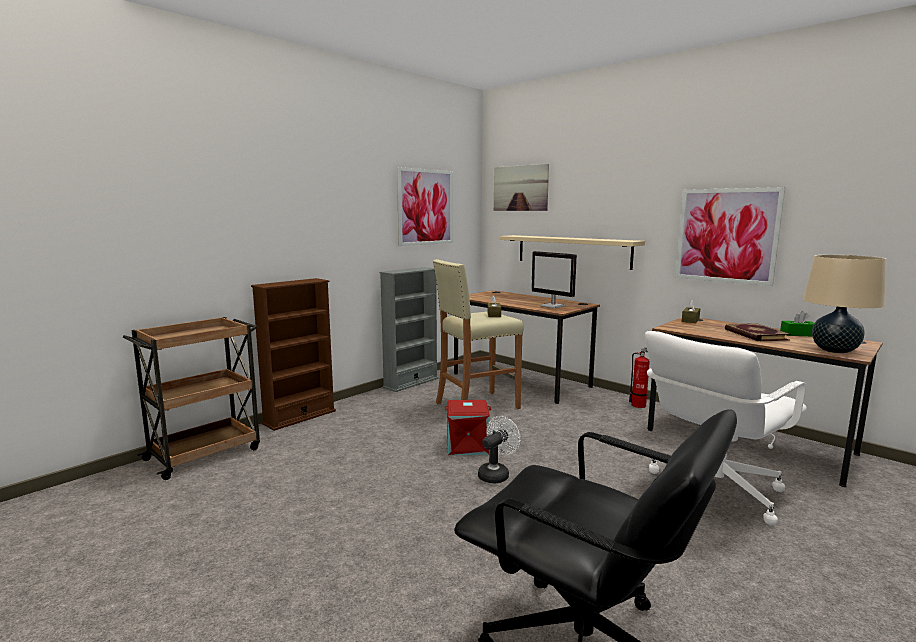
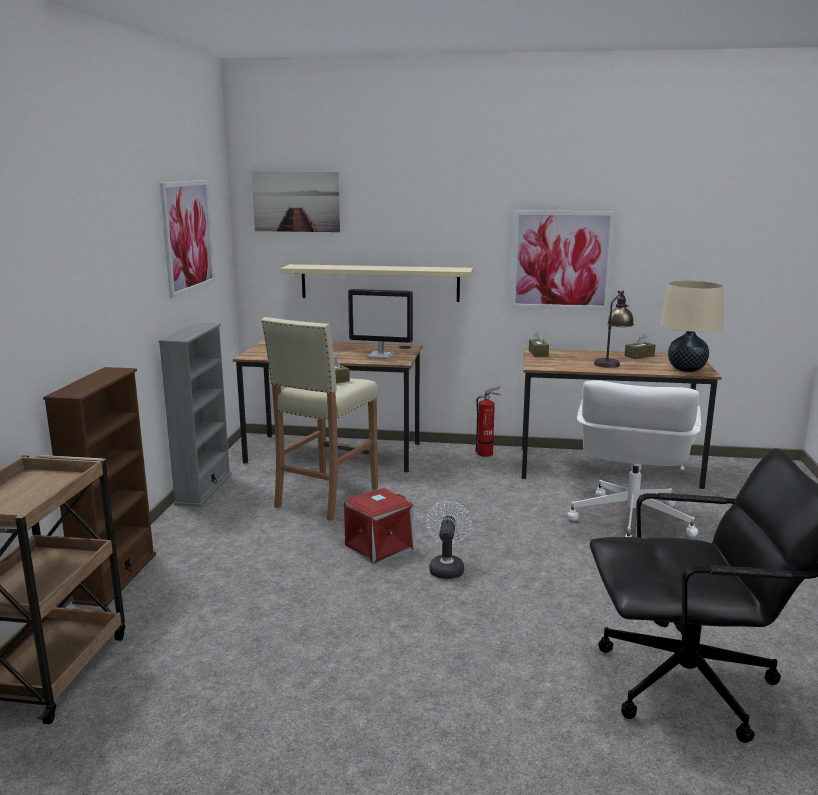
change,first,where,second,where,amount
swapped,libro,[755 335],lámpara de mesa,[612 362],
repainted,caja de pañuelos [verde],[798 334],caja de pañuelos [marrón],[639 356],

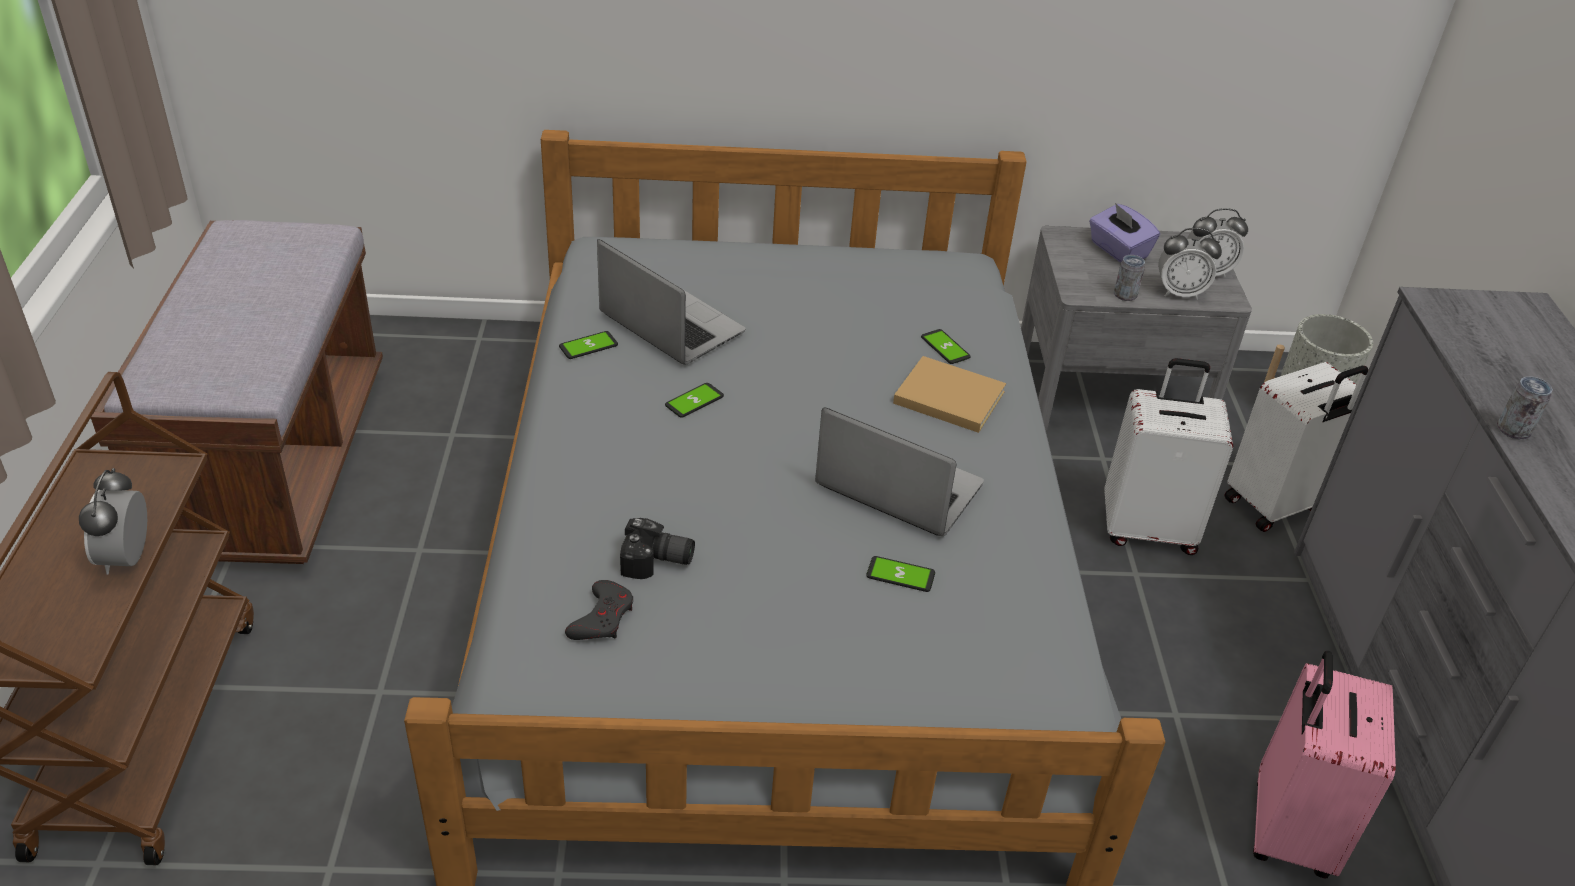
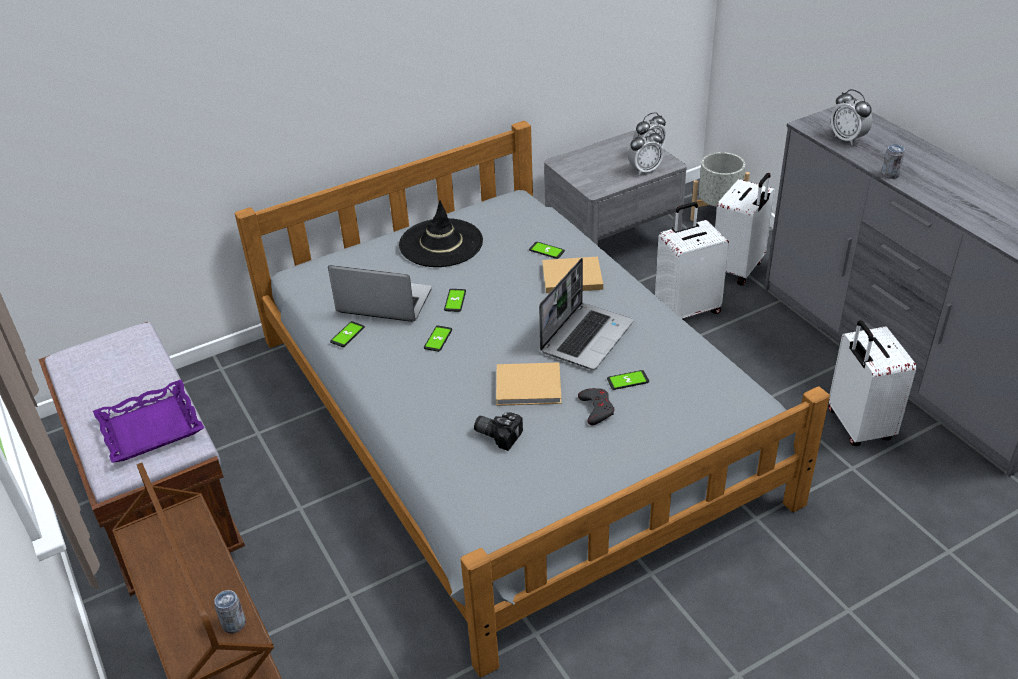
change,first,where,second,where,amount
gone,caja de pañuelos [morado],[1118 250],,,
new,,,bandeja [morado],[151 427],
new,,,sombrero [negro],[441 243],
new,,,móvil,[455 301],
new,,,libro [beis],[530 386],
shifted,despertador,[127 558],,[847 139],
shifted,mando de consola [gris],[602 618],,[596 409],
shifted,lata,[1125 295],,[234 624],
repainted,maleta [rosa],[1287 829],maleta [blanco],[857 426],
rotated,cámara,[657 563],,[499 434],135 degrees counterclockwise
rotated,portátil,[896 487],,[586 337],120 degrees clockwise

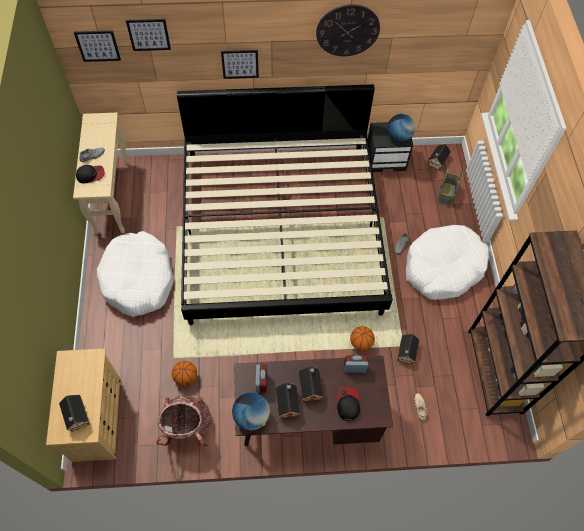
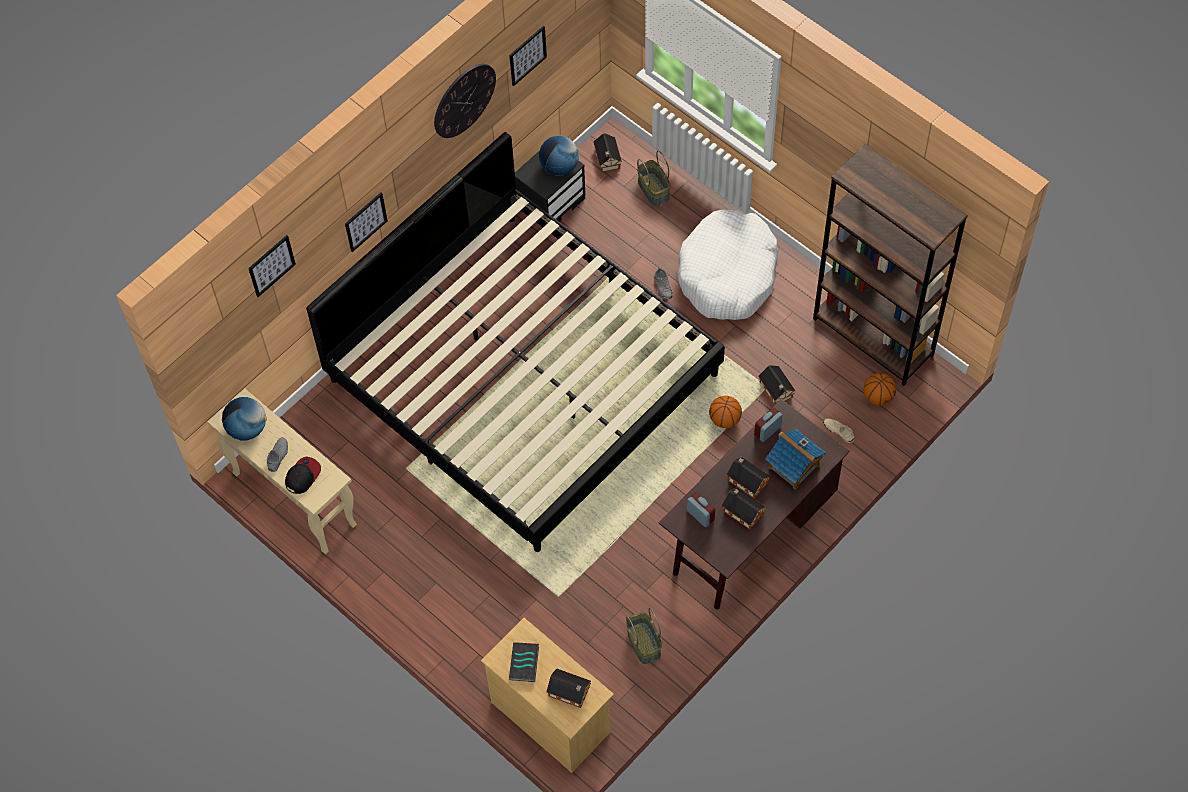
change,first,where,second,where,amount
gone,cama para perro [blanco],[138 279],,,
new,,,libro,[525 664],
shifted,cuadro,[98 46],,[527 55],
shifted,balón de baloncesto,[185 377],,[878 397],
shifted,globo terráqueo,[251 416],,[247 428],
swapped,mochila,[187 426],cesta,[644 643],
swapped,gorra,[348 404],casita,[793 466],

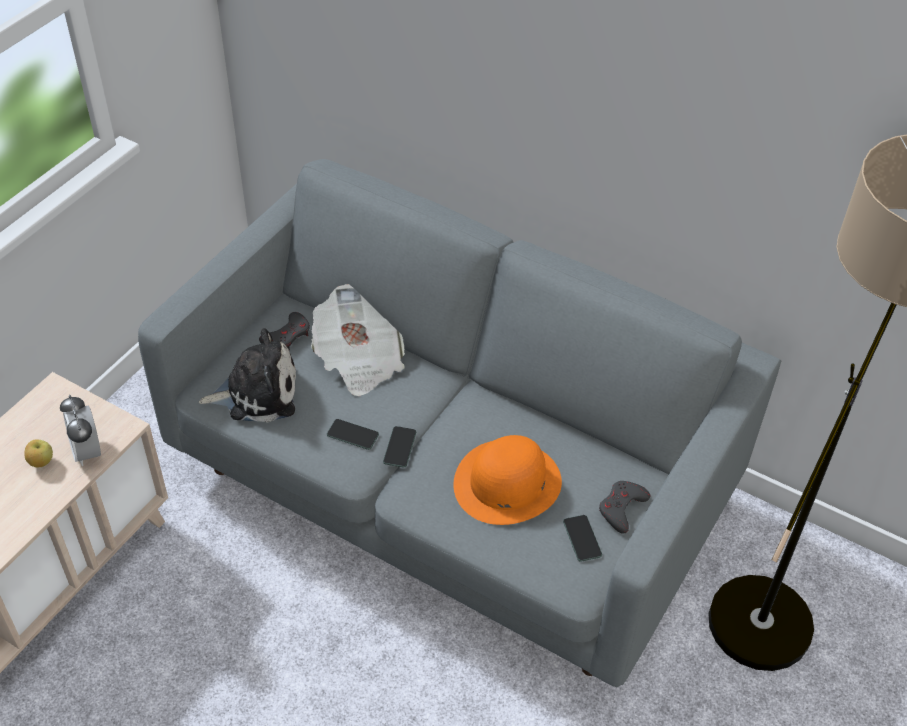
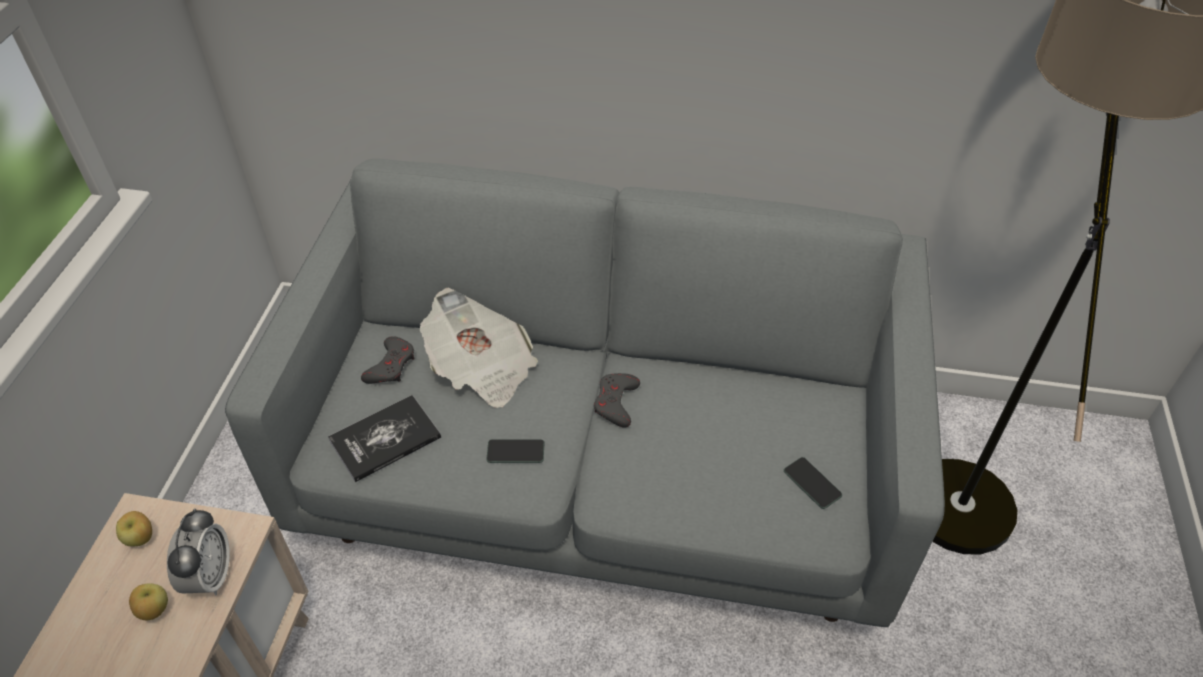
change,first,where,second,where,amount
gone,móvil,[399 447],,,
gone,sombrero [naranja],[507 483],,,
new,,,manzana,[141 538],
shifted,mando de consola [gris],[621 508],,[616 402],
swapped,peluche,[257 393],libro,[385 439],
rotated,despertador,[87 452],,[210 577],135 degrees counterclockwise

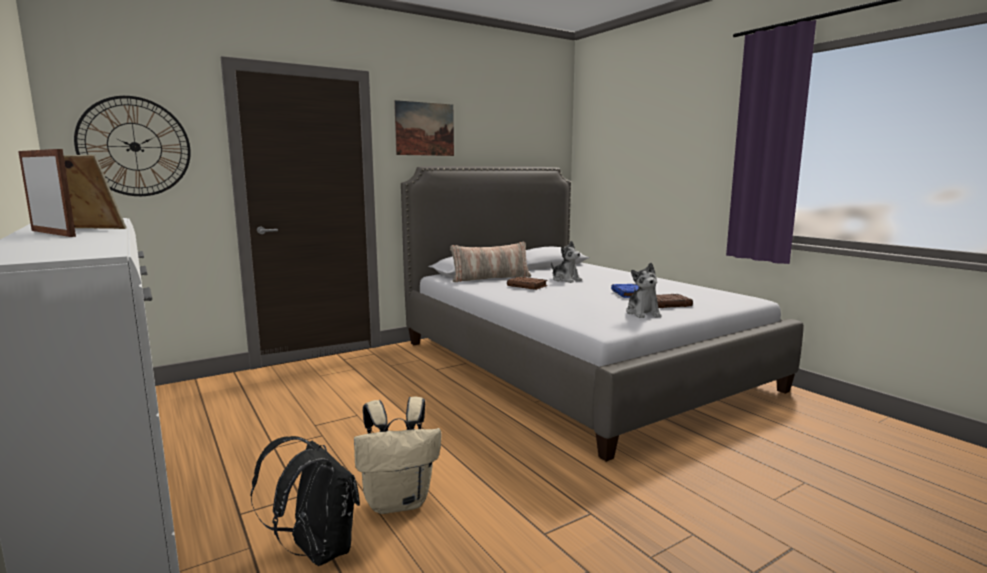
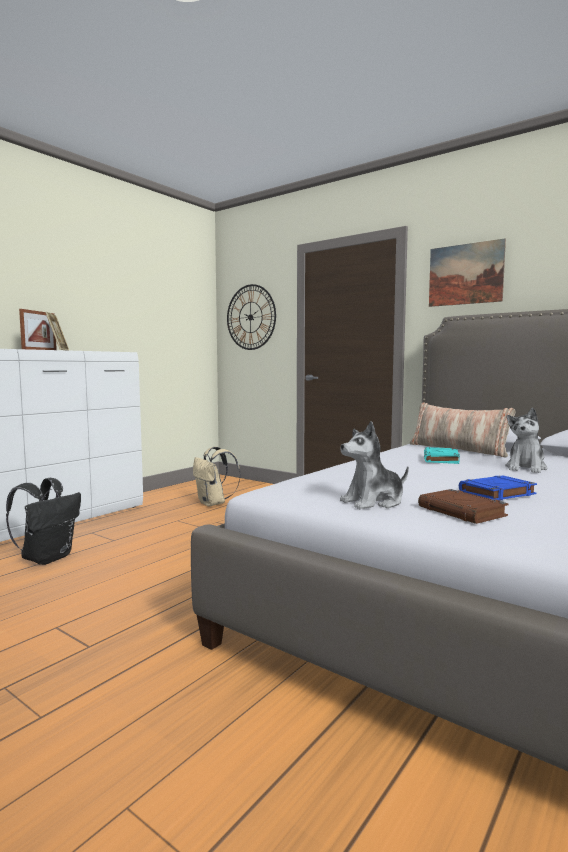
change,first,where,second,where,amount
shifted,mochila [beis],[399 501],,[213 503],
repainted,libro [marrón],[527 286],libro [turquesa],[441 459],

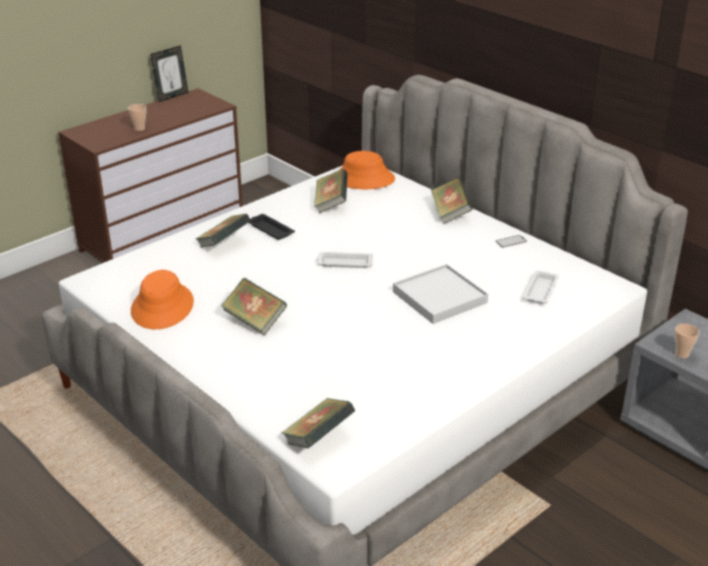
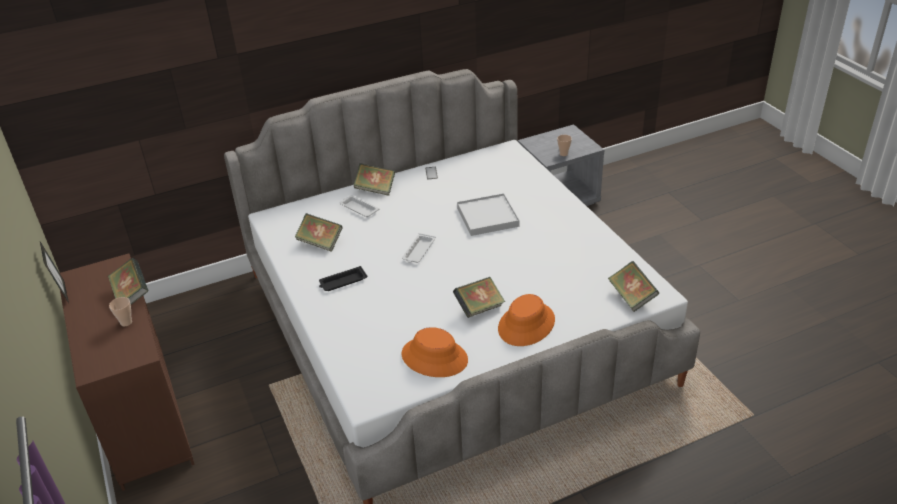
change,first,where,second,where,amount
shifted,libro,[224 244],,[132 295],
shifted,sombrero [naranja],[364 179],,[526 325],
shifted,bandeja [blanco],[540 290],,[358 208],

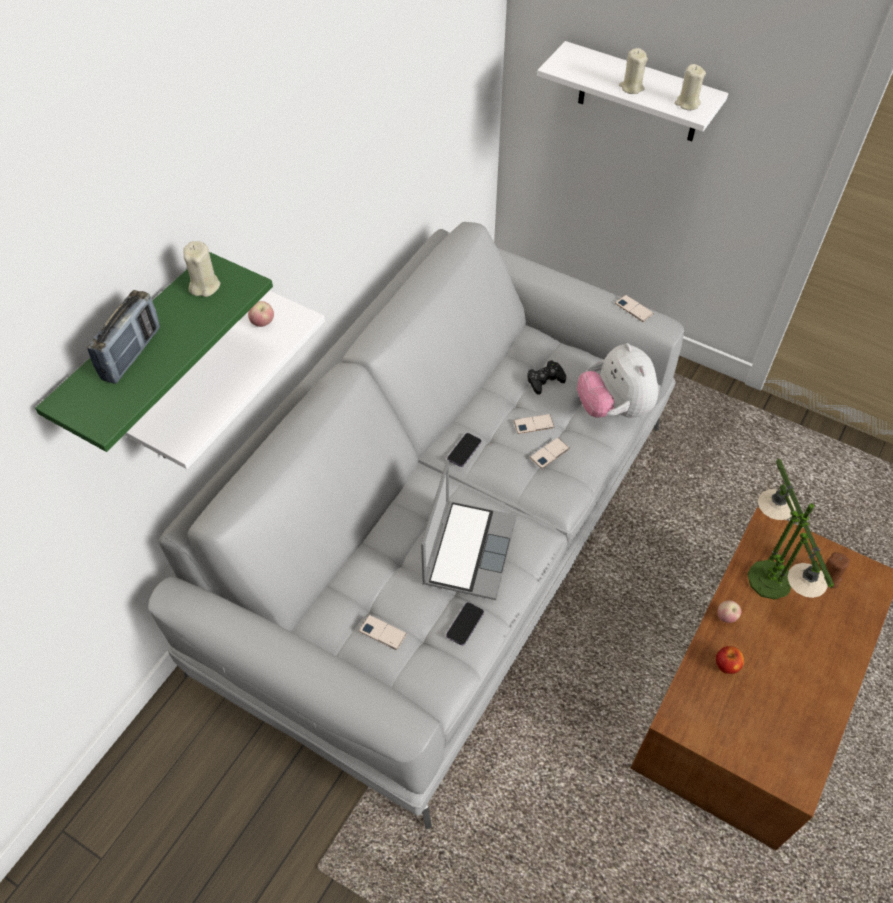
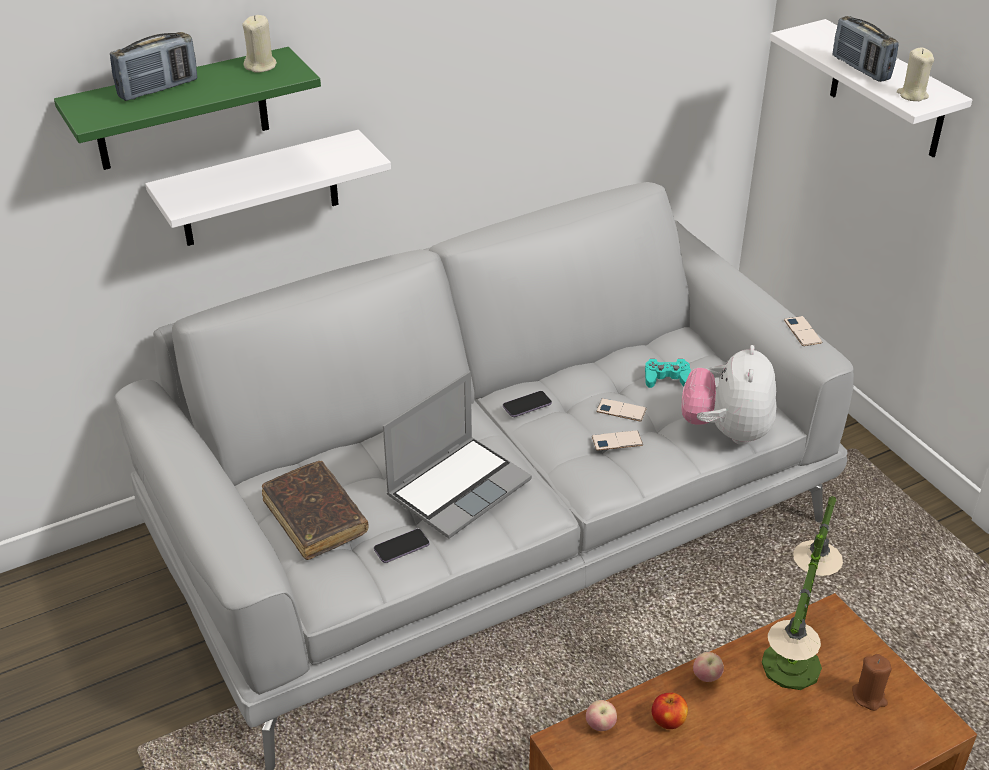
change,first,where,second,where,amount
shifted,manzana,[263 323],,[600 726],
swapped,móvil,[382 632],libro [marrón],[315 518],
swapped,vela [beis],[631 87],radio,[860 68],
repainted,mando de consola [negro],[545 380],mando de consola [turquesa],[666 378],

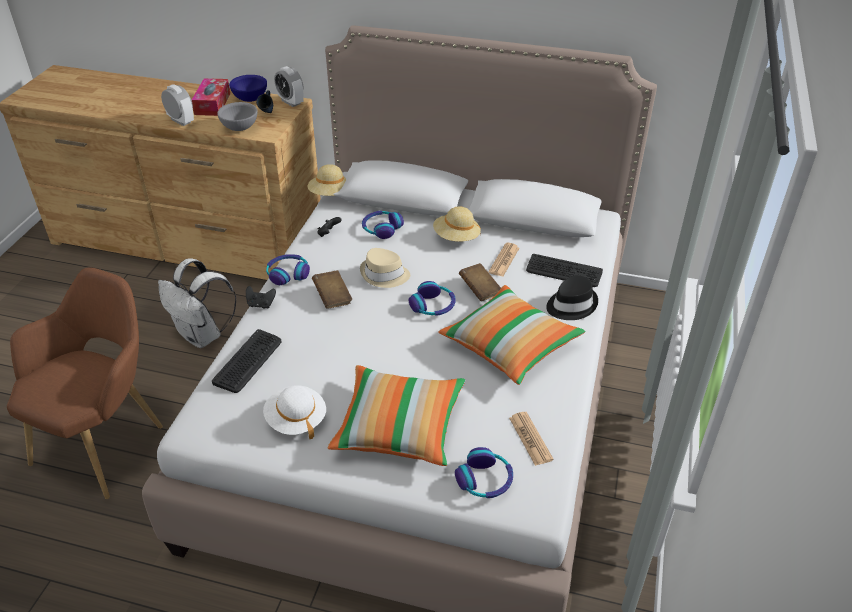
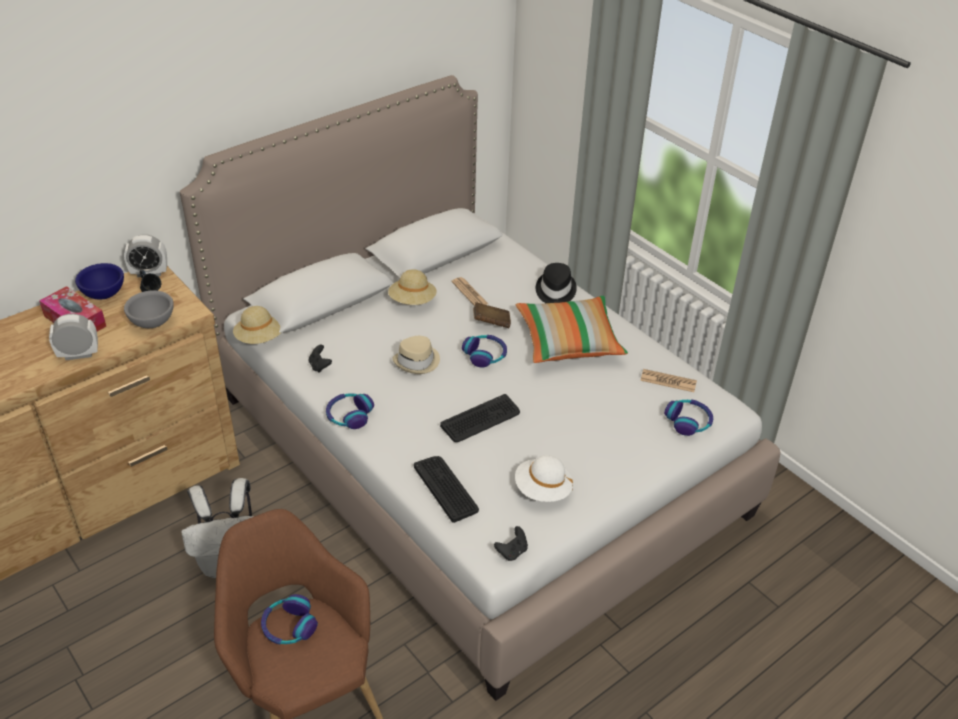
change,first,where,second,where,amount
gone,libro [marrón],[332 297],,,
gone,cojín,[399 427],,,
shifted,mando de consola [negro],[261 304],,[512 552],
shifted,auriculares,[381 229],,[289 626],
shifted,teclado,[563 272],,[481 419],

